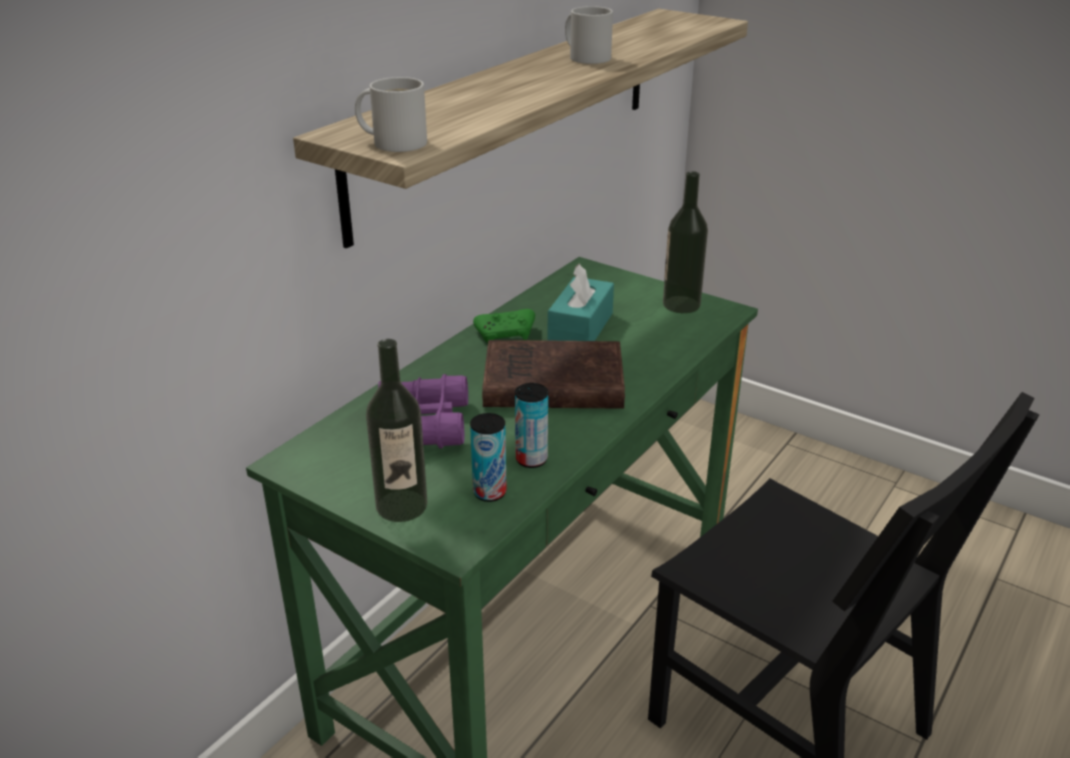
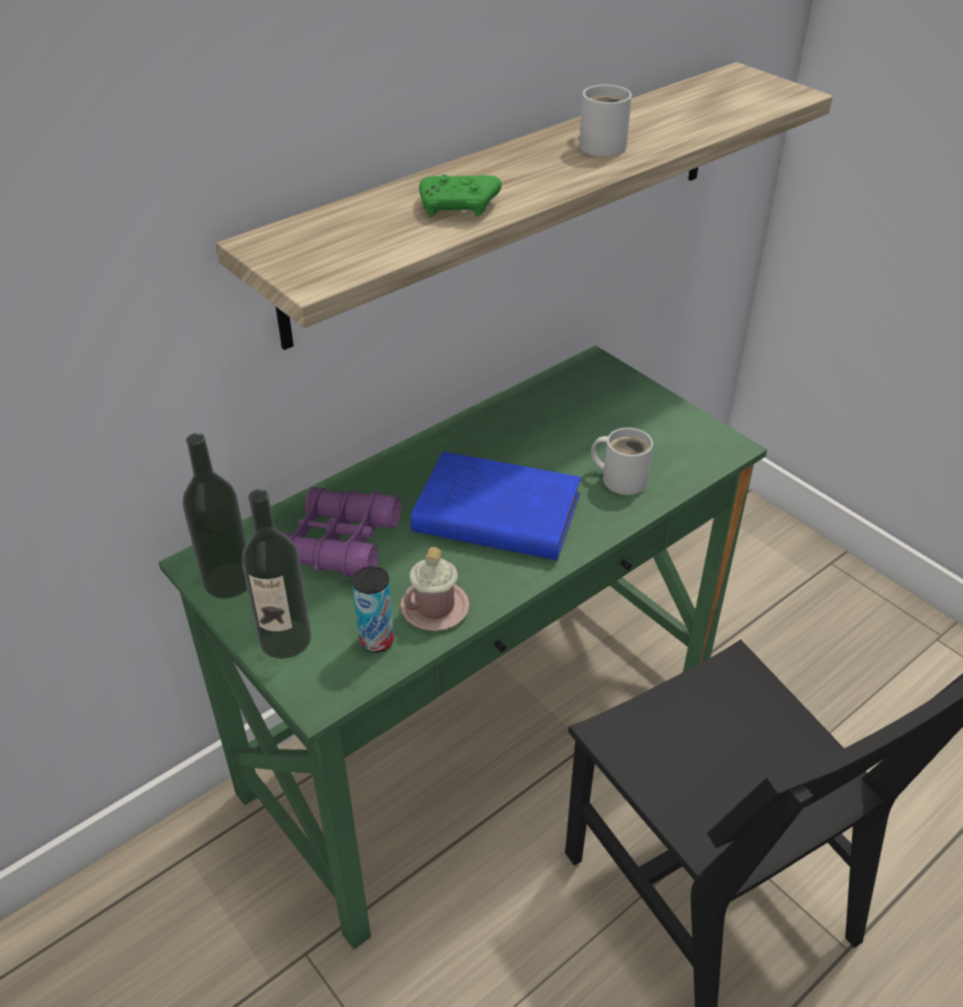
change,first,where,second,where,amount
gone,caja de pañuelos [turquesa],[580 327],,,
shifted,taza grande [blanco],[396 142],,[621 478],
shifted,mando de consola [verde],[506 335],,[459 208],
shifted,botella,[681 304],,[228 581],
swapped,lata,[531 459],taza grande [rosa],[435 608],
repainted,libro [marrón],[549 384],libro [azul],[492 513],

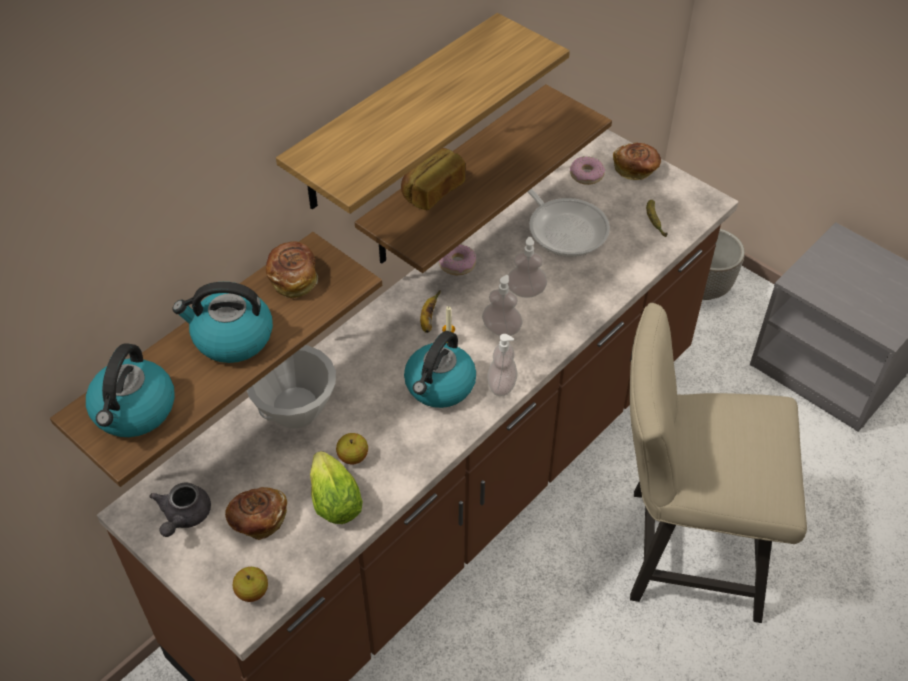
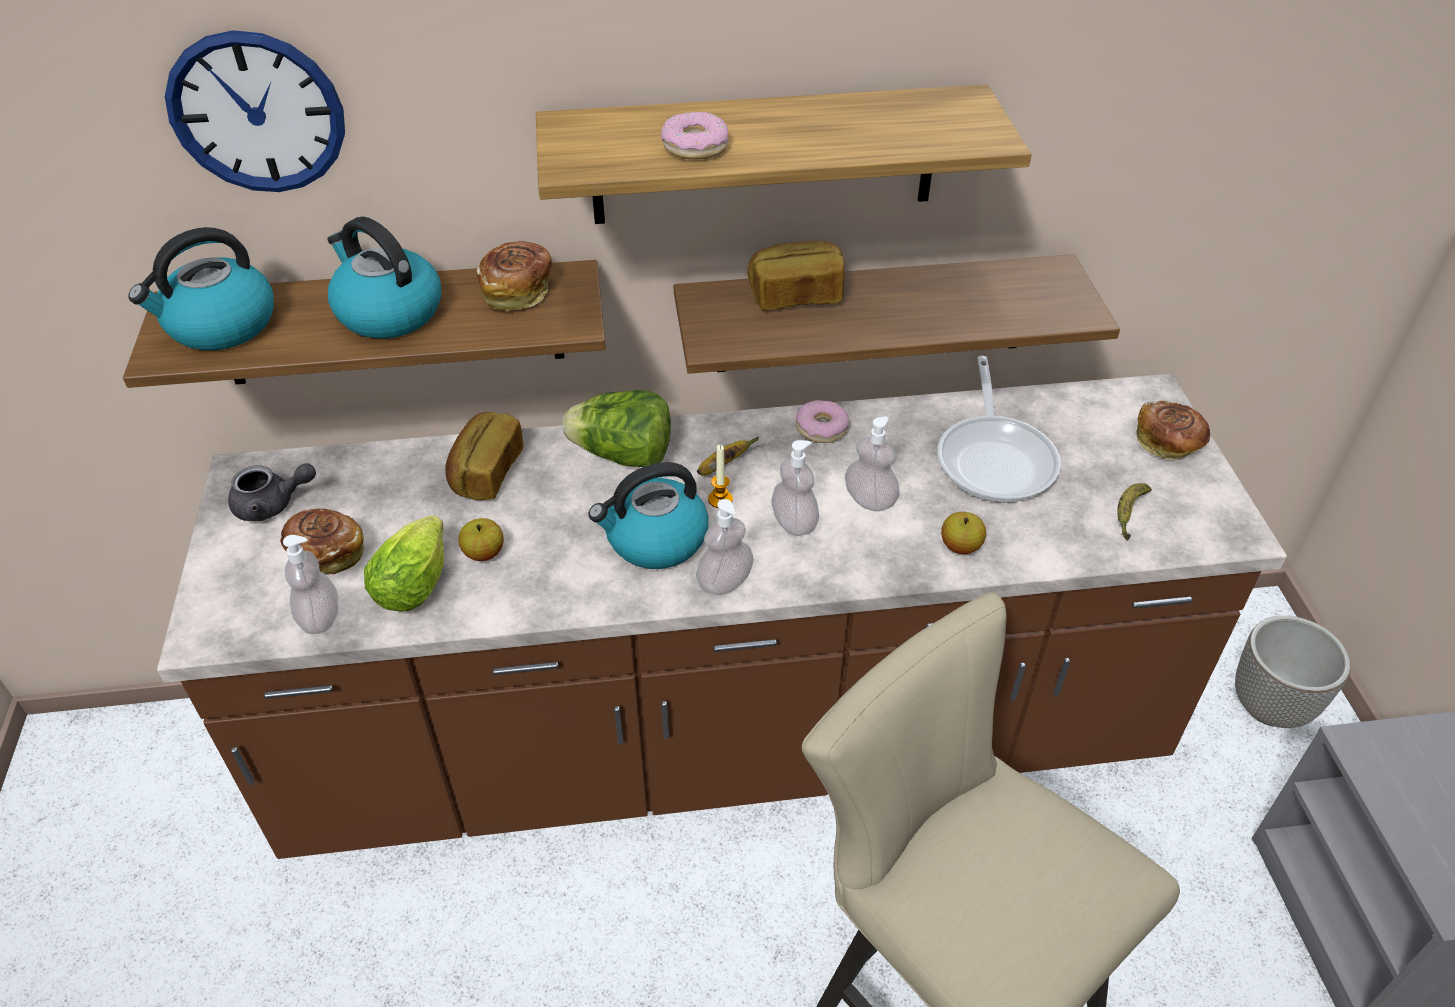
change,first,where,second,where,amount
new,,,reloj de pared,[257 113],
new,,,dispensador de jabón,[320 618],
new,,,lechuga,[623 456],
shifted,manzana,[252 591],,[960 546],
shifted,rosquilla,[586 175],,[695 146],
swapped,cuenco [blanco],[295 410],pan,[485 472],
rotated,tetera [gris],[183 517],,[272 505],150 degrees counterclockwise

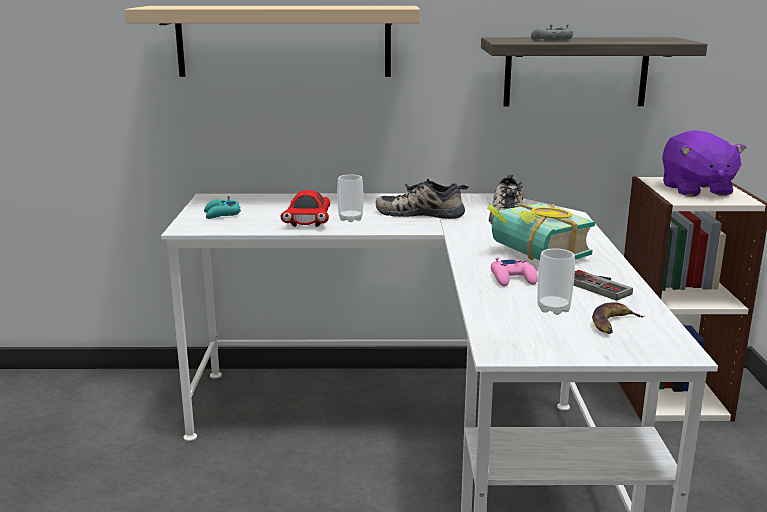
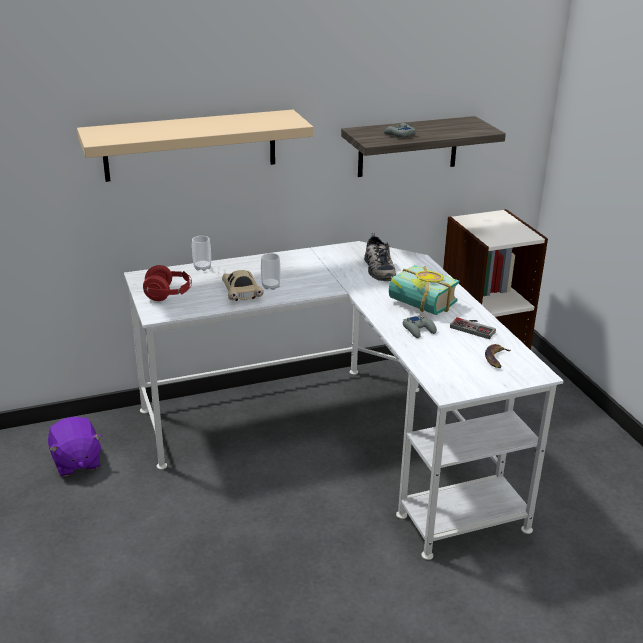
change,first,where,second,where,amount
gone,zapato,[421 213],,,
shifted,taza,[553 309],,[202 267],
shifted,peluche [morado],[695 190],,[76 462],
swapped,mando de consola [turquesa],[221 214],auriculares [rojo],[168 295],
repainted,coche de juguete [rojo],[308 221],coche de juguete [beis],[241 293],
repainted,mando de consola [rosa],[513 278],mando de consola [gris],[419 330],

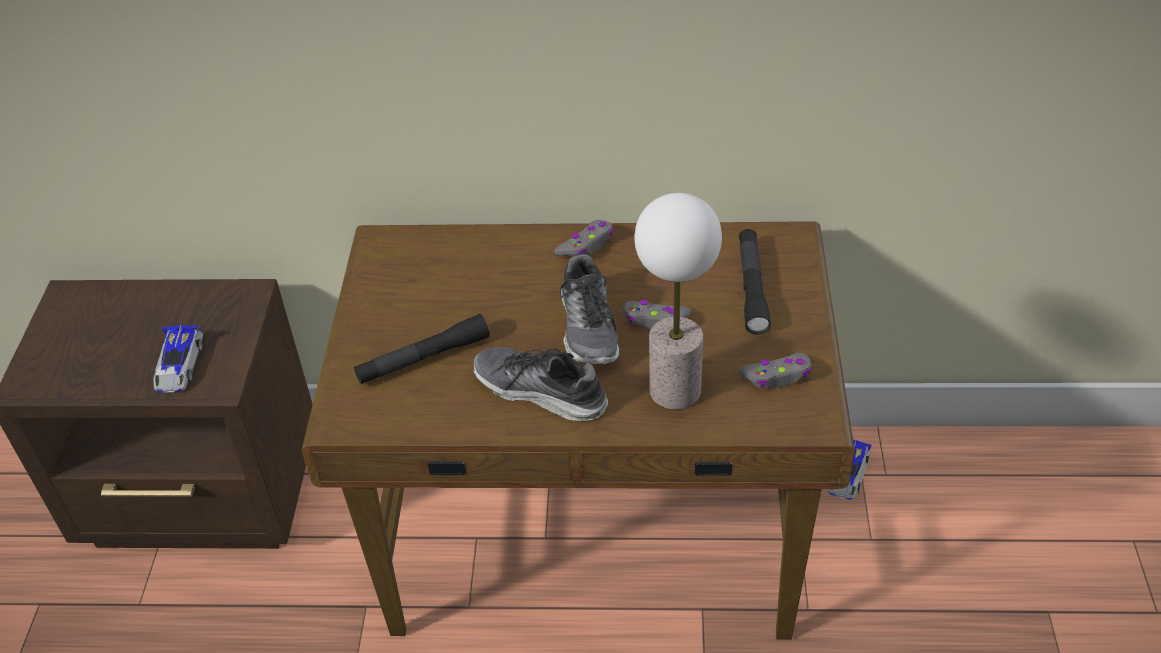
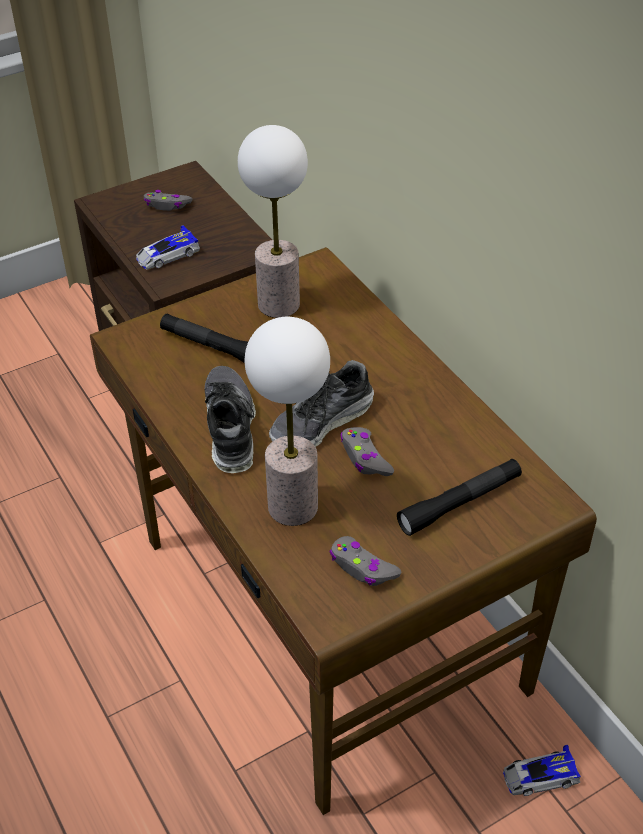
change,first,where,second,where,amount
new,,,lámpara de mesa,[279 304],
shifted,mando de consola [gris],[586 245],,[167 205],

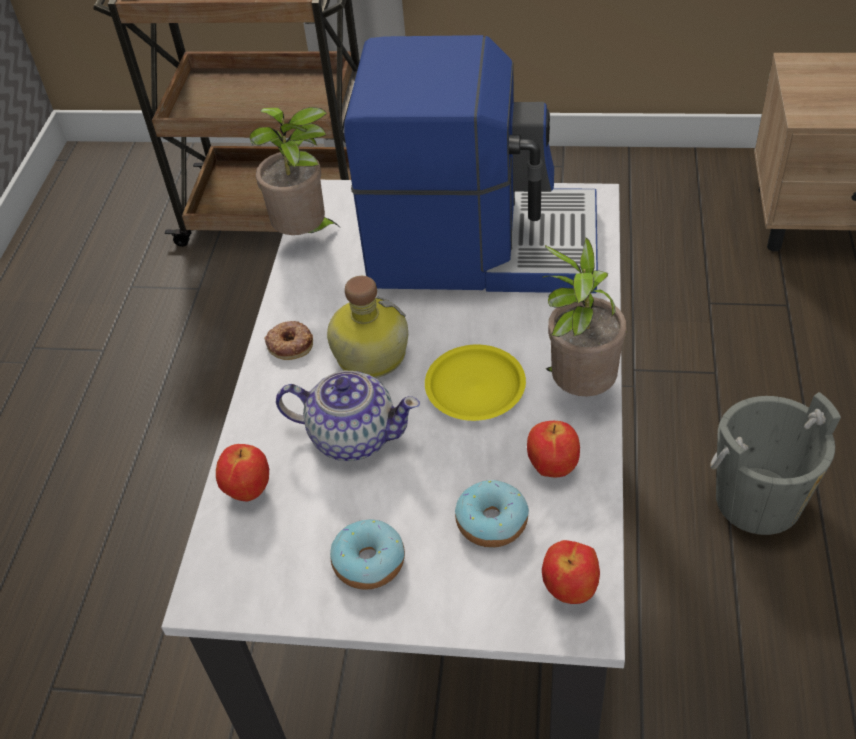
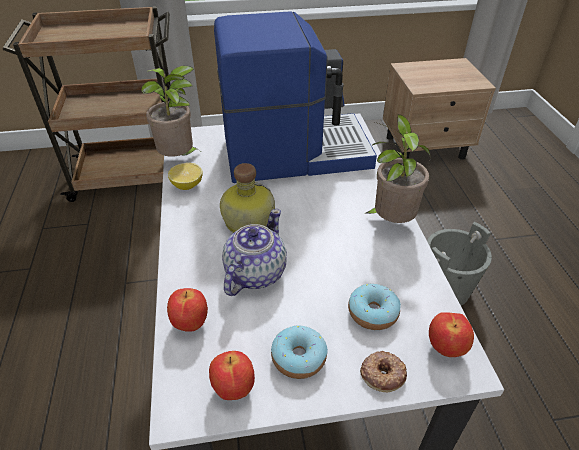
change,first,where,second,where,amount
gone,plato [amarillo],[476 387],,,
new,,,limón,[187 185],
shifted,rosquilla,[290 343],,[382 373],
shifted,manzana,[551 467],,[233 388],
rotated,tetera,[352 436],,[254 273],60 degrees counterclockwise

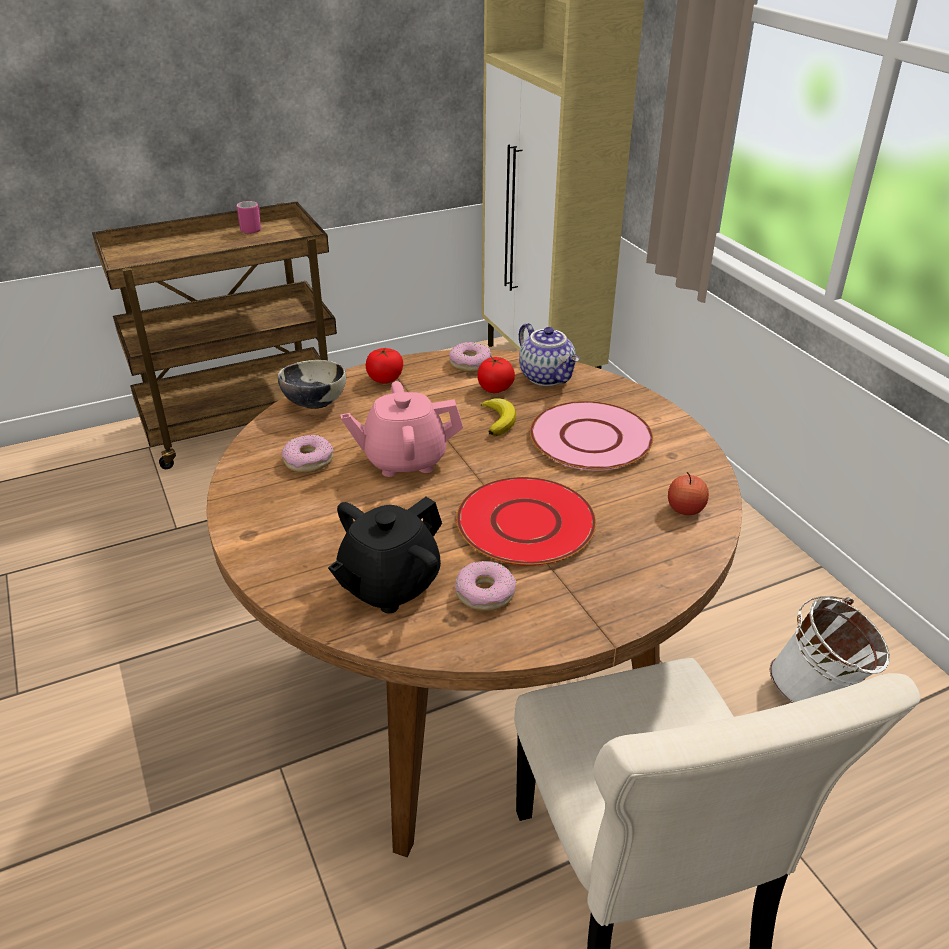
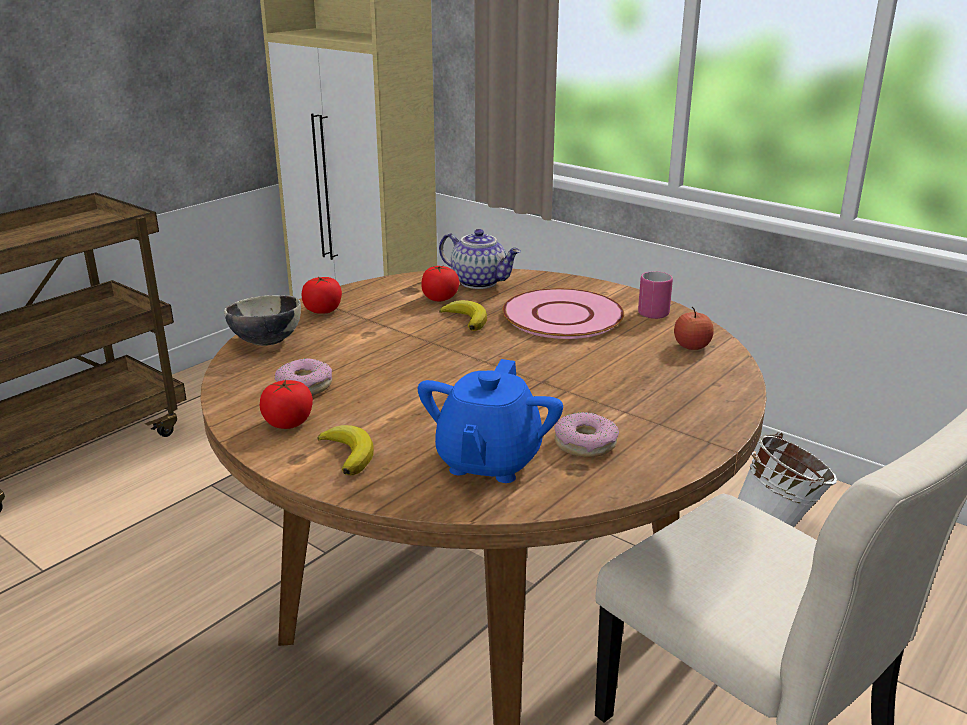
change,first,where,second,where,amount
gone,tetera [rosa],[404 460],,,
gone,rosquilla,[470 363],,,
gone,plato [rojo],[525 523],,,
new,,,tomate,[288 423],
new,,,plátano,[349 453],
shifted,taza grande [rosa],[253 229],,[651 311],
repainted,tetera [negro],[388 585],tetera [azul],[488 461],

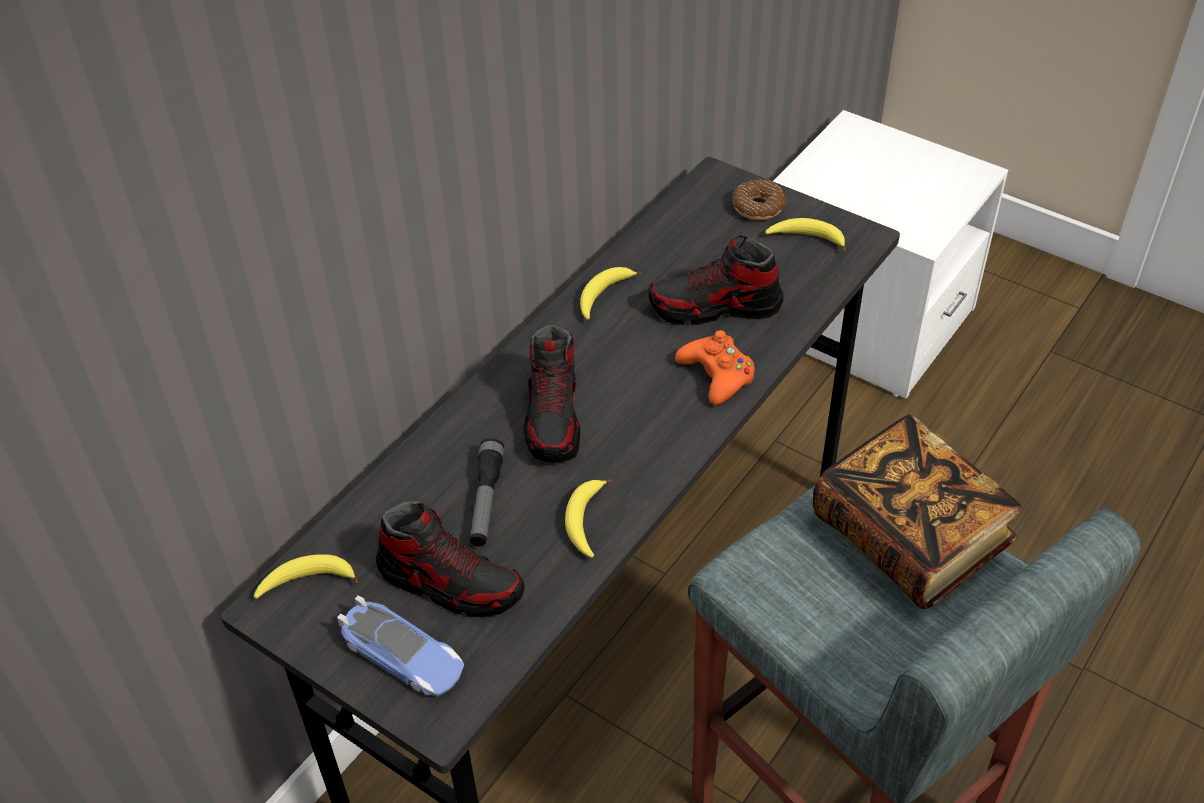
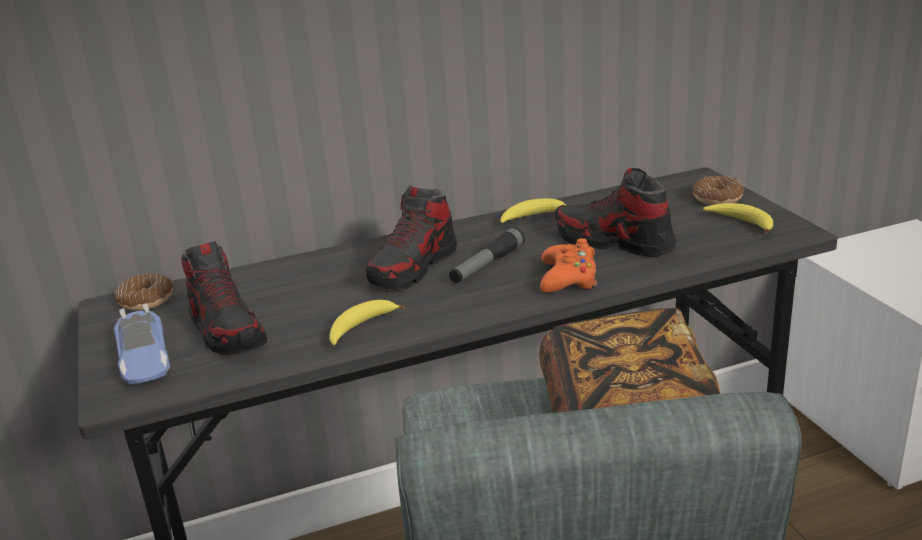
change,first,where,second,where,amount
shifted,linterna,[486 500],,[487 265],
swapped,plátano,[306 582],rosquilla,[146 300],

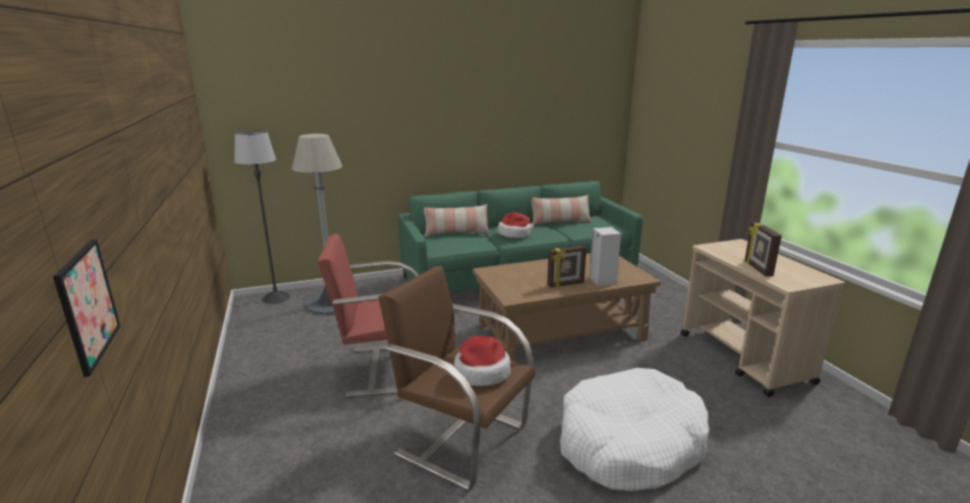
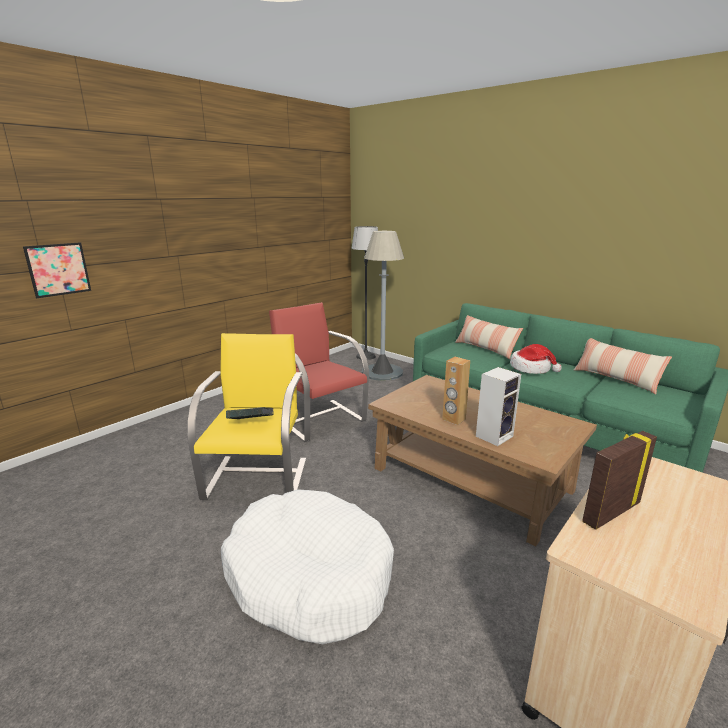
change,first,where,second,where,amount
swapped,sombrero,[481 372],libro,[251 424],
swapped,portarretratos,[566 284],altavoz [marrón],[453 419],
repainted,sillón [marrón],[461 439],sillón [amarillo],[257 478],

